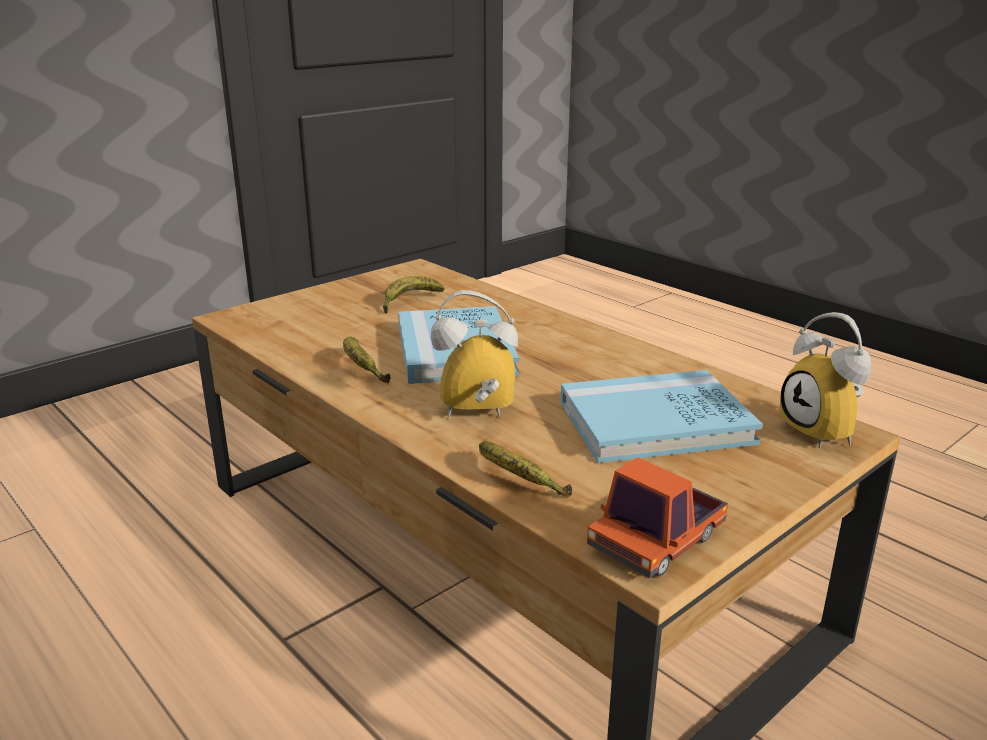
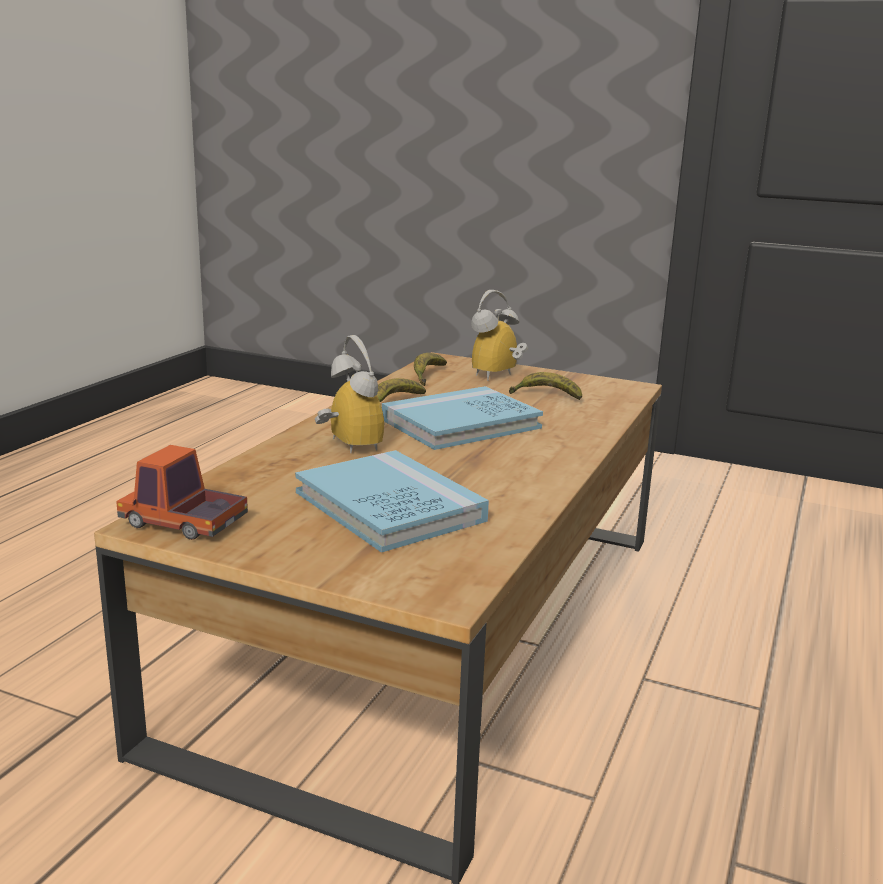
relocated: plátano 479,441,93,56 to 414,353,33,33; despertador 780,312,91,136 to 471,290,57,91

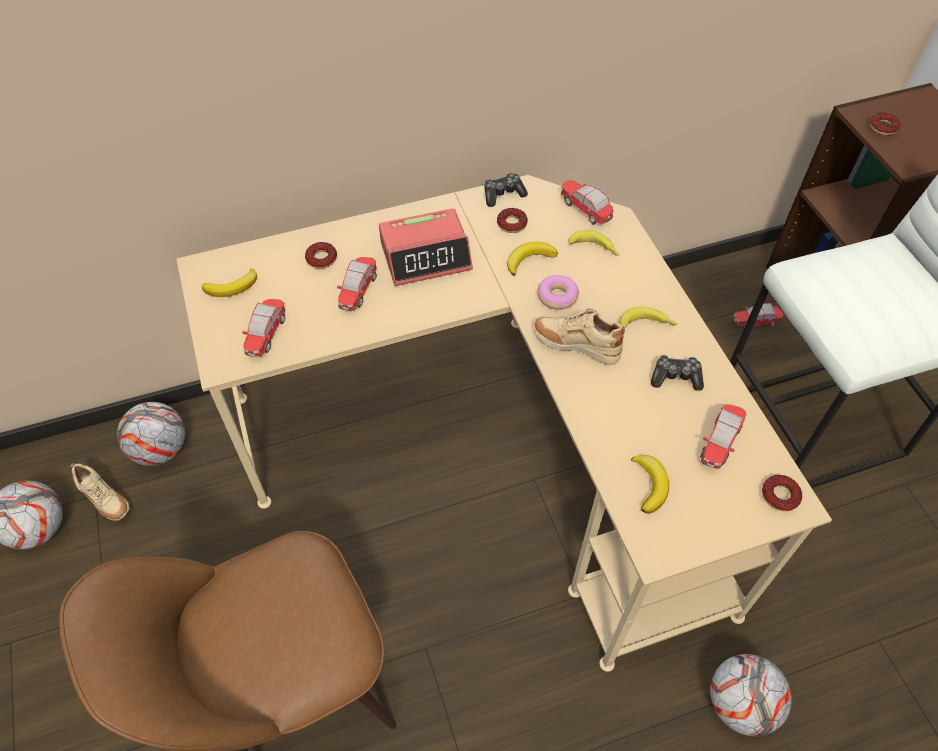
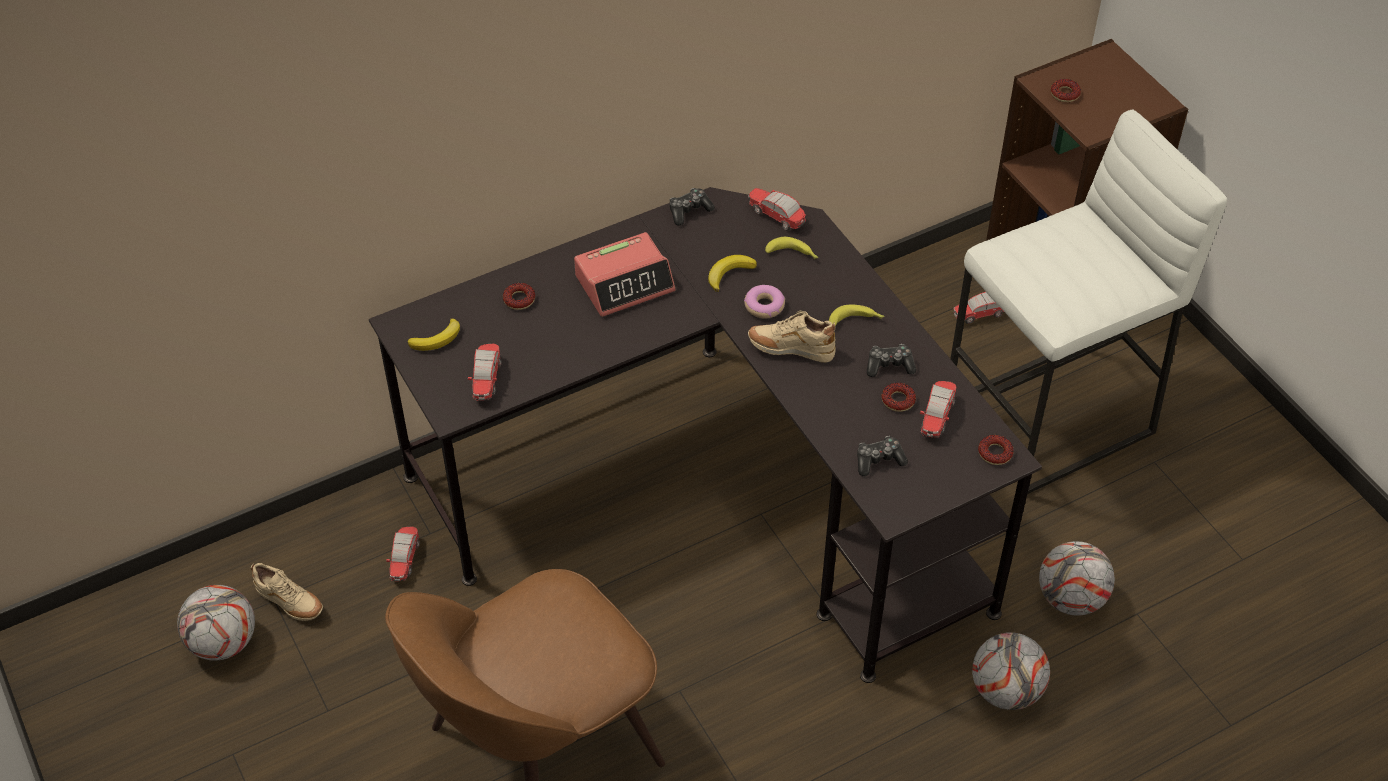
relocated: balón de fútbol 117,402,68,64 to 1039,541,76,75; coche de juguete 337,257,40,54 to 386,527,34,54; rosquilla 497,208,31,25 to 881,383,35,29
exchanged: plátano 631,455,38,59 to mando de consola 857,436,51,40
colour: escritorio (beis) 176,175,656,497 to escritorio (negro) 369,187,673,496

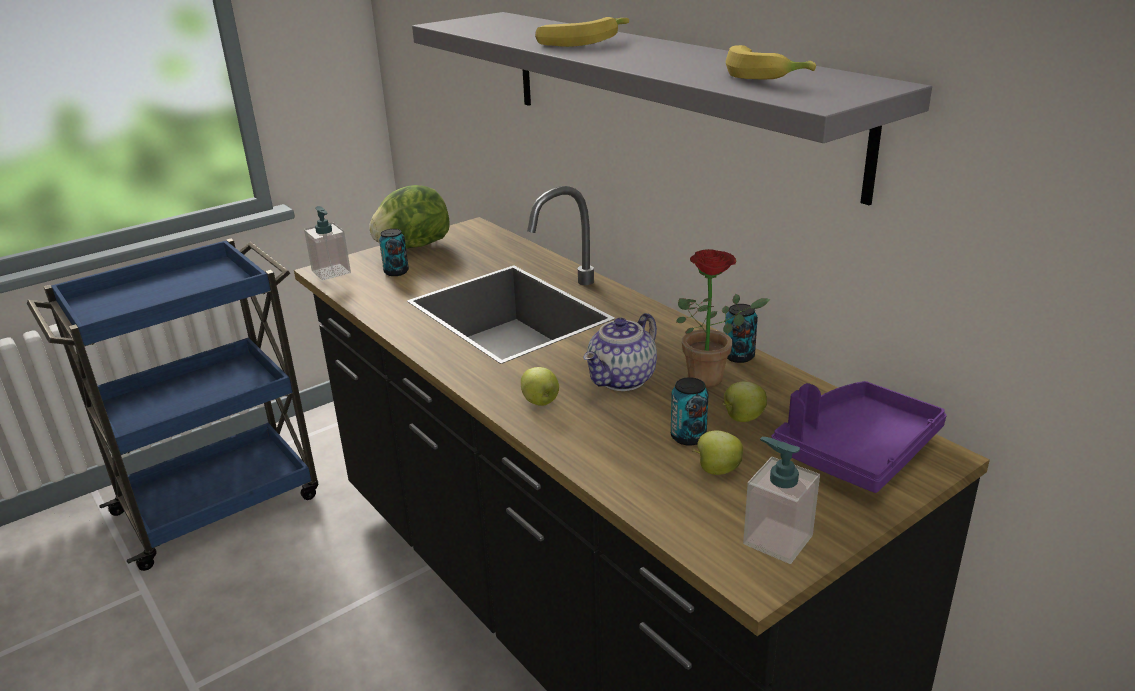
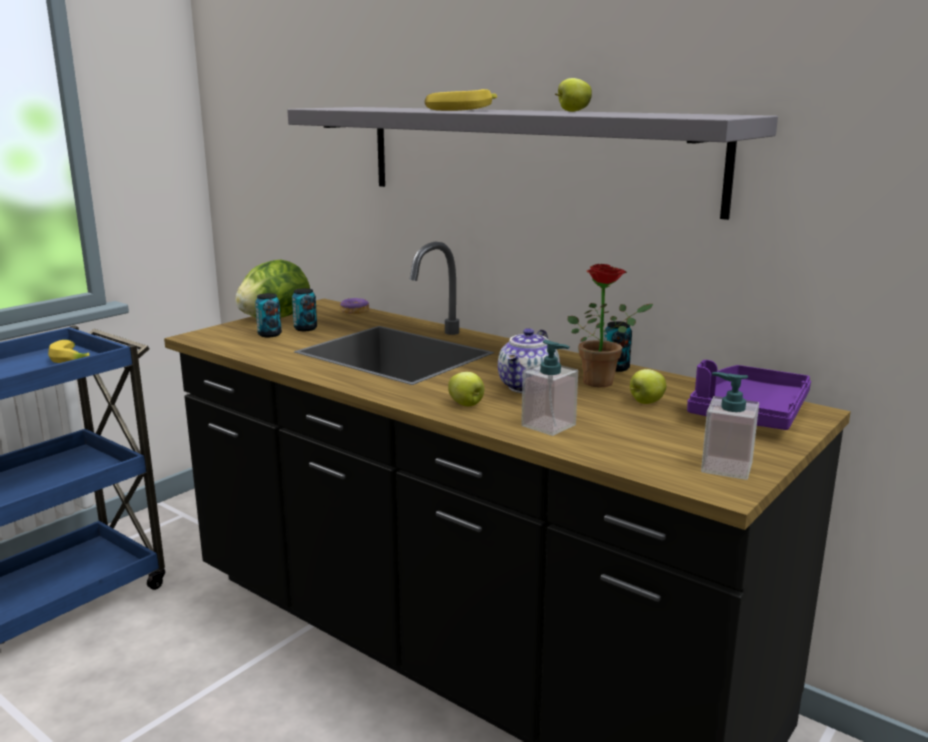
appeared: rosquilla 340,298,29,16
relocated: dispensador de jabón 304,206,47,74 to 521,340,57,96; lata 671,377,38,69 to 292,288,25,43; manzana 692,431,51,44 to 555,78,37,34; plátano 726,45,90,34 to 48,340,41,23

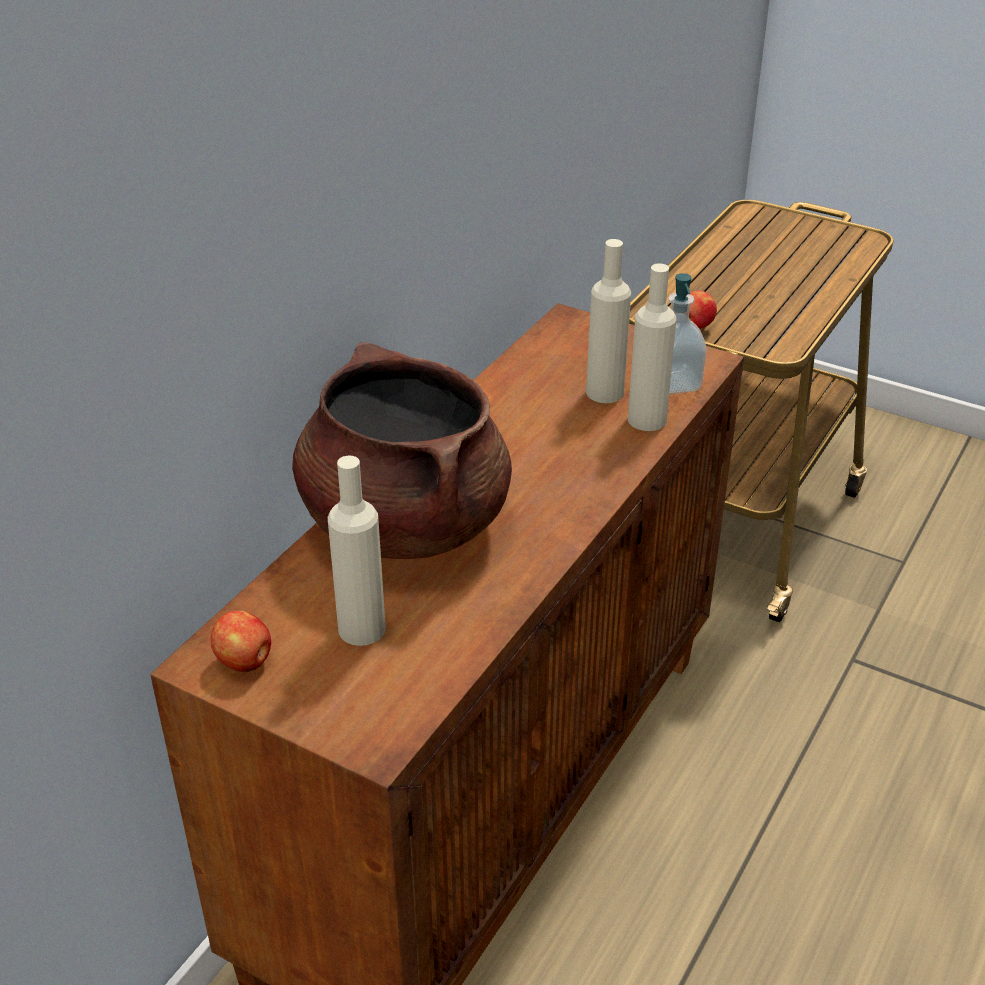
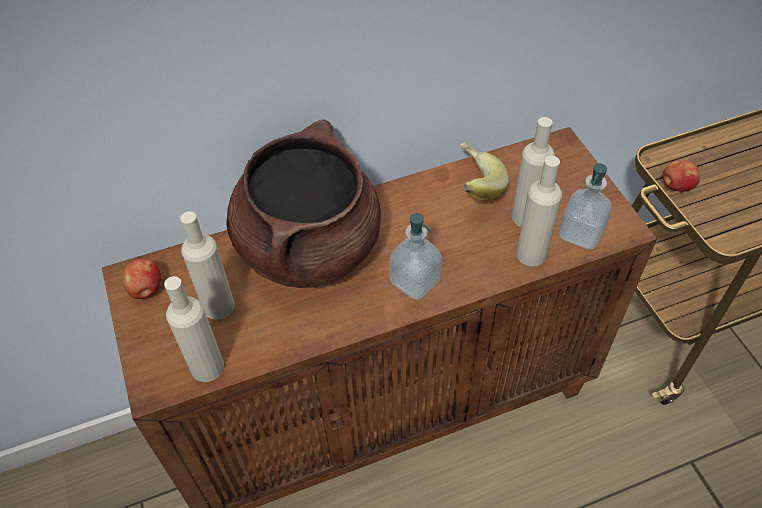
appeared: botella (beis) 164,276,60,106; dispensador de jabón 389,213,54,87; plátano 460,142,49,58

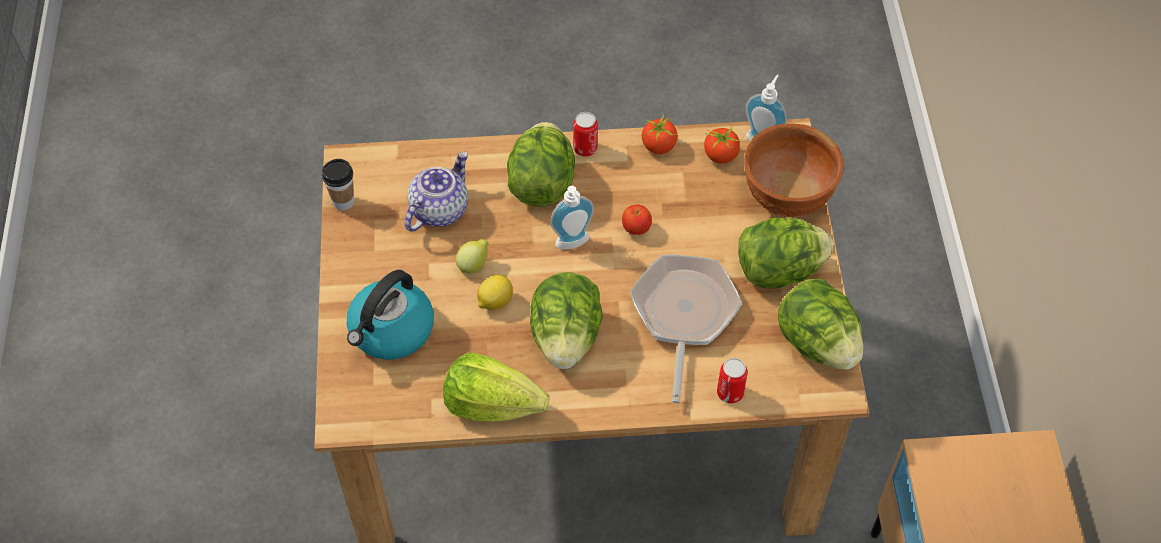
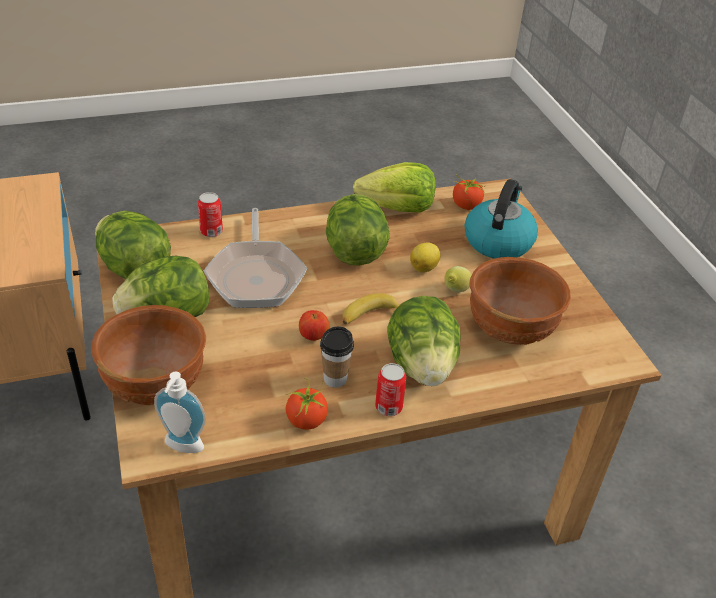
relocated: taza 322,159,32,51 to 320,327,34,61; tomate 704,125,39,39 to 453,174,32,36
exchanged: tetera 405,151,63,81 to cuenco (marrón) 470,257,101,88; dispensador de jabón 550,186,44,63 to plátano 343,293,56,31

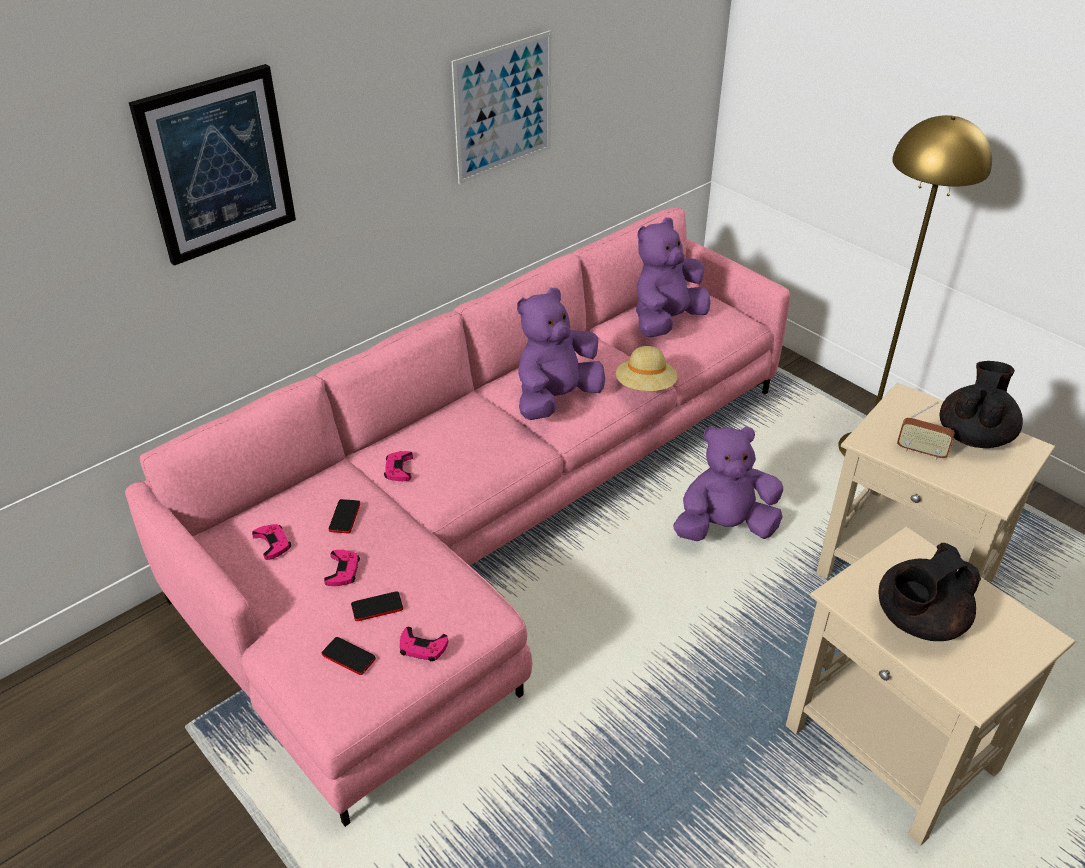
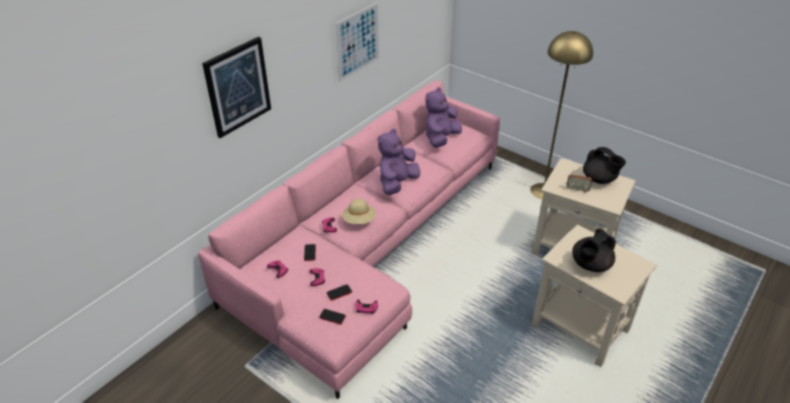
missing: peluche (morado) 673,426,110,115
relocated: sombrero (beis) 616,346,61,45 to 342,199,34,25
spun: tetera (negro) 939,361,84,87 = 583,147,43,37 120 degrees clockwise

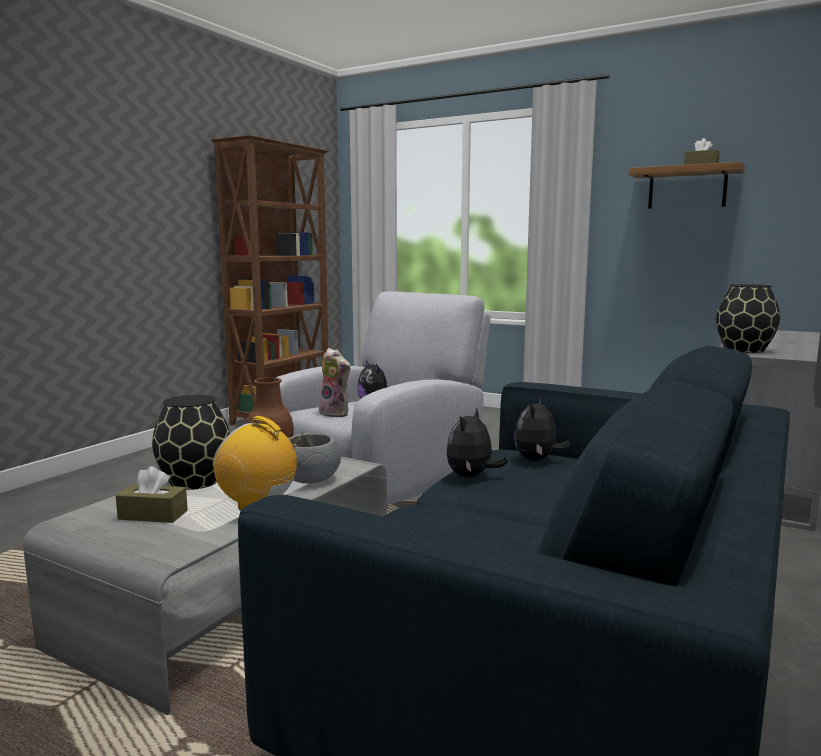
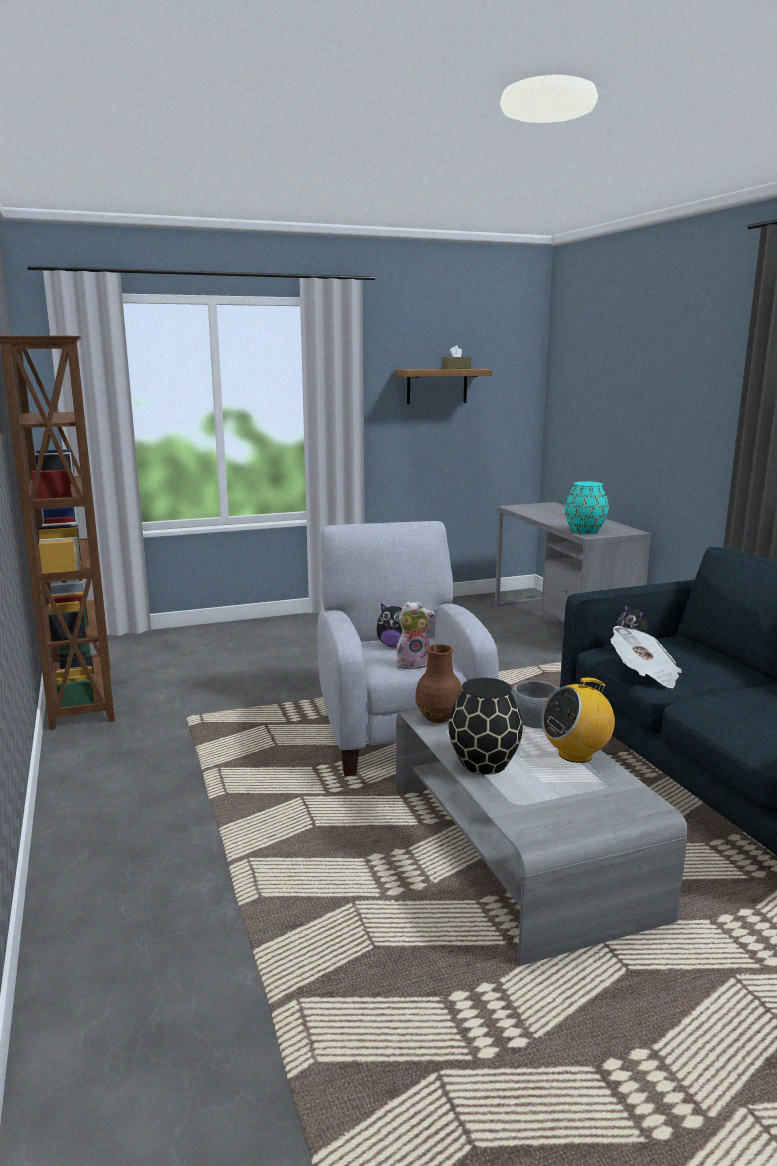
missing: caja de pañuelos (marrón) 116,466,72,57
exchanged: peluche 446,407,62,71 to periódico 610,626,72,62
colour: florero (negro) 716,284,64,69 to florero (turquesa) 565,481,44,53

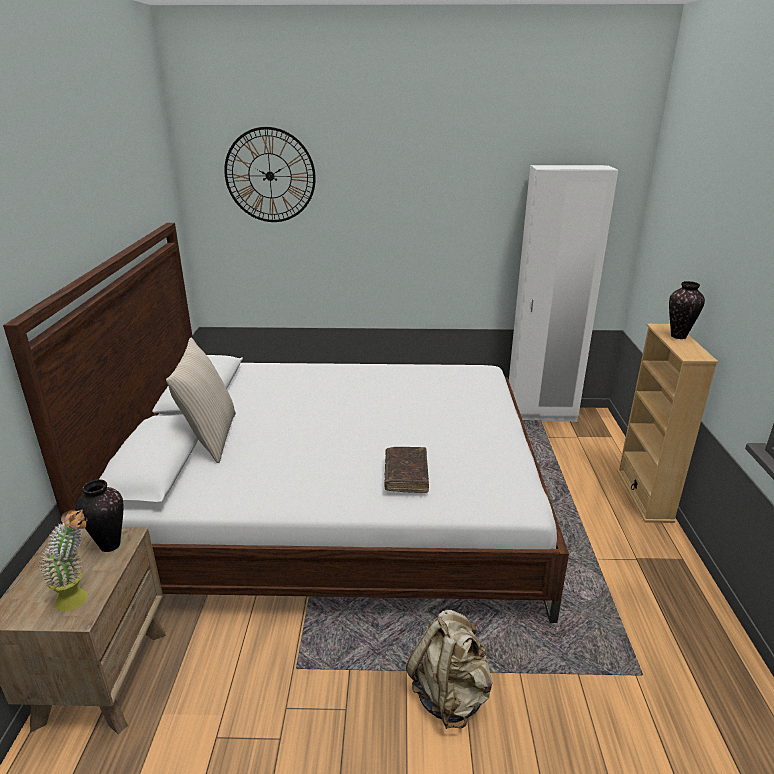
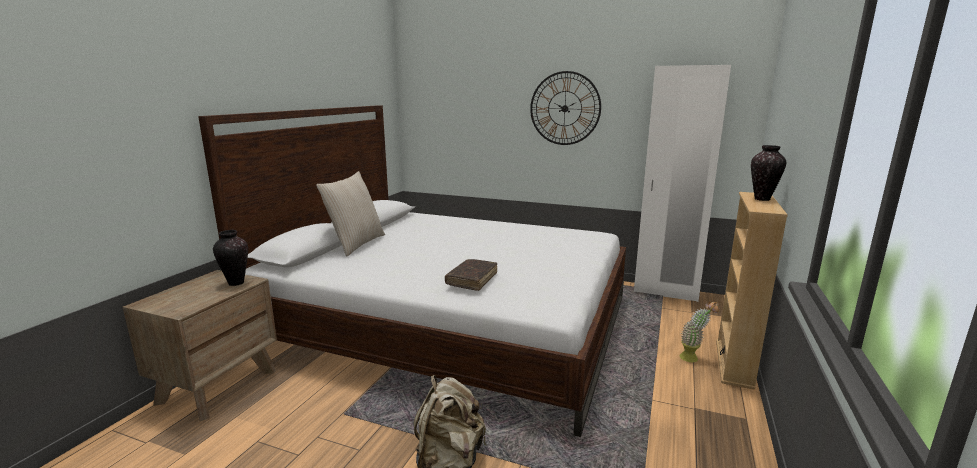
relocated: planta en maceta 39,509,49,103 to 680,301,39,61; reloj de pared 224,127,92,95 to 530,71,71,74

